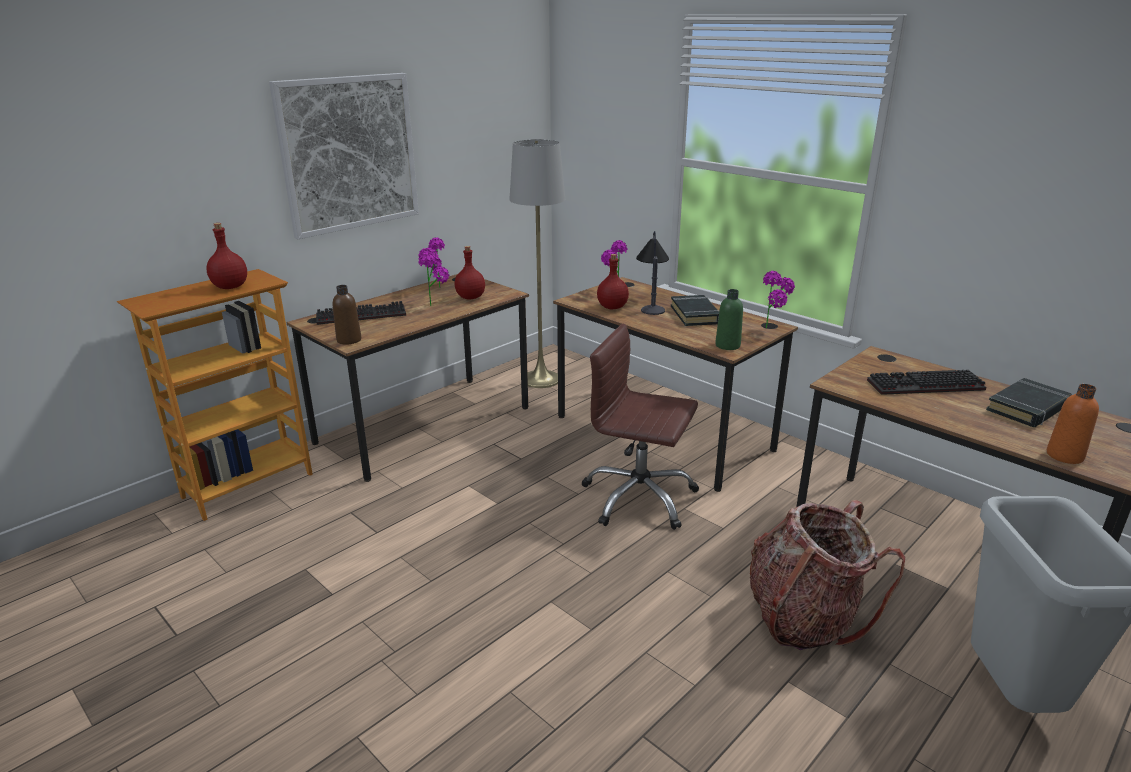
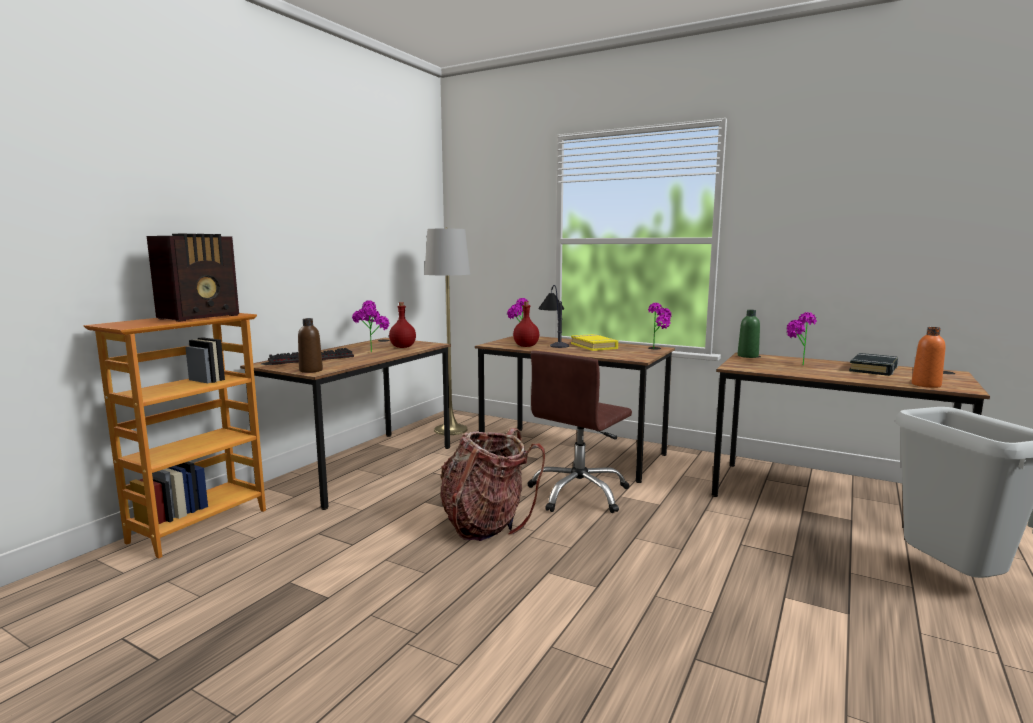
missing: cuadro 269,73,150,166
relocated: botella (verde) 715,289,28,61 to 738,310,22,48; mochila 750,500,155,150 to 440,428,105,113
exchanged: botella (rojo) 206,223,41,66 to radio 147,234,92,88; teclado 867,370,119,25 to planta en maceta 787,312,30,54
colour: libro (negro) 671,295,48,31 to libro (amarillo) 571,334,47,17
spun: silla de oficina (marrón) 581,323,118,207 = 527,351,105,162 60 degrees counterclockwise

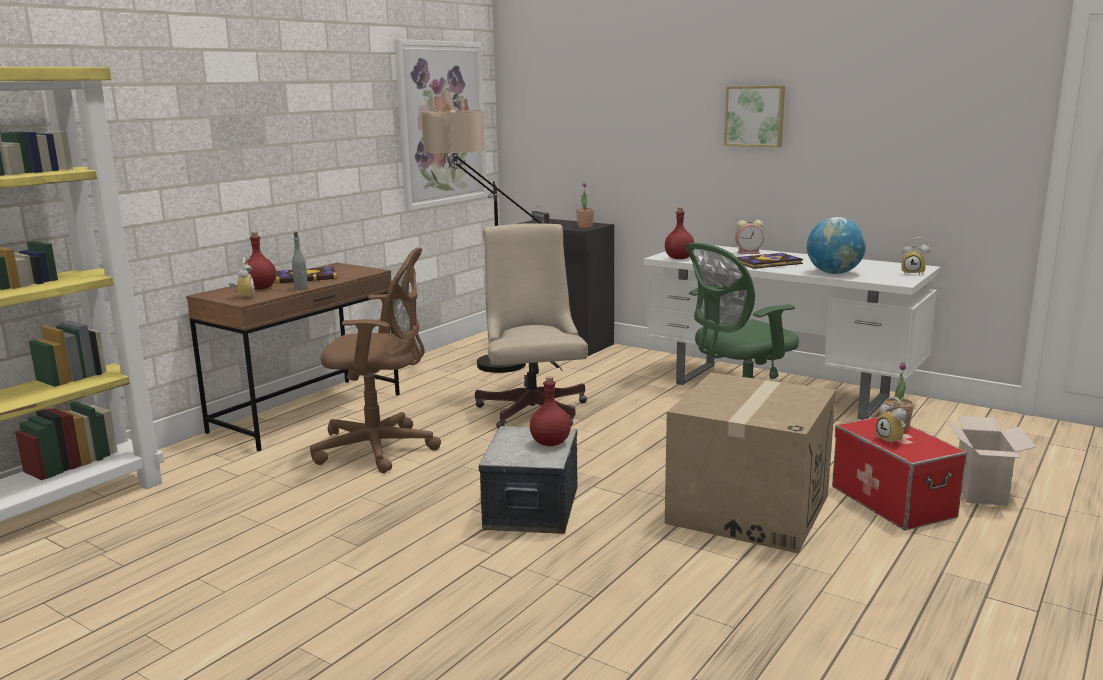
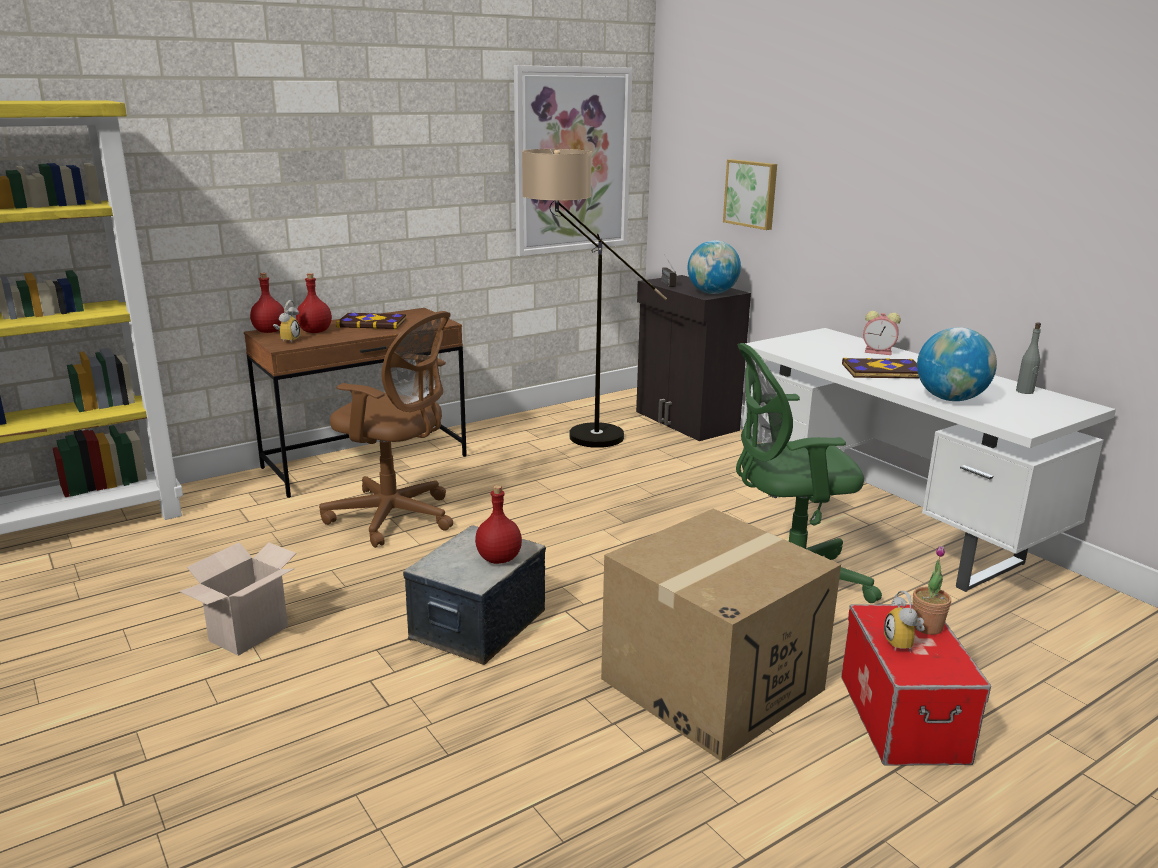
missing: silla de oficina (beis) 475,223,113,205; despertador 902,237,28,38
relocated: botella (gris) 292,232,16,58 to 1016,322,25,72; botella (rojo) 665,207,29,52 to 250,273,34,60; cuadro 724,86,61,61 to 723,159,54,71; caja de cartón 946,416,90,90 to 179,542,118,114
exchanged: planta en maceta 576,182,18,46 to globo terráqueo 688,240,53,54

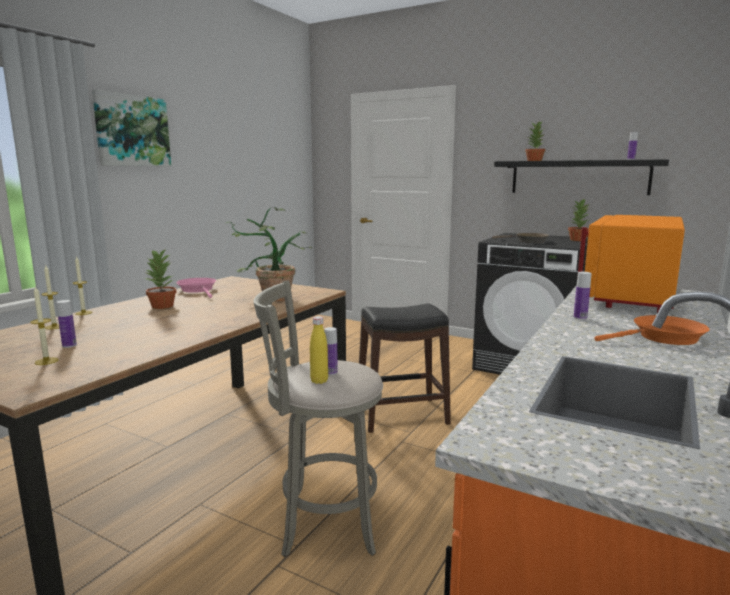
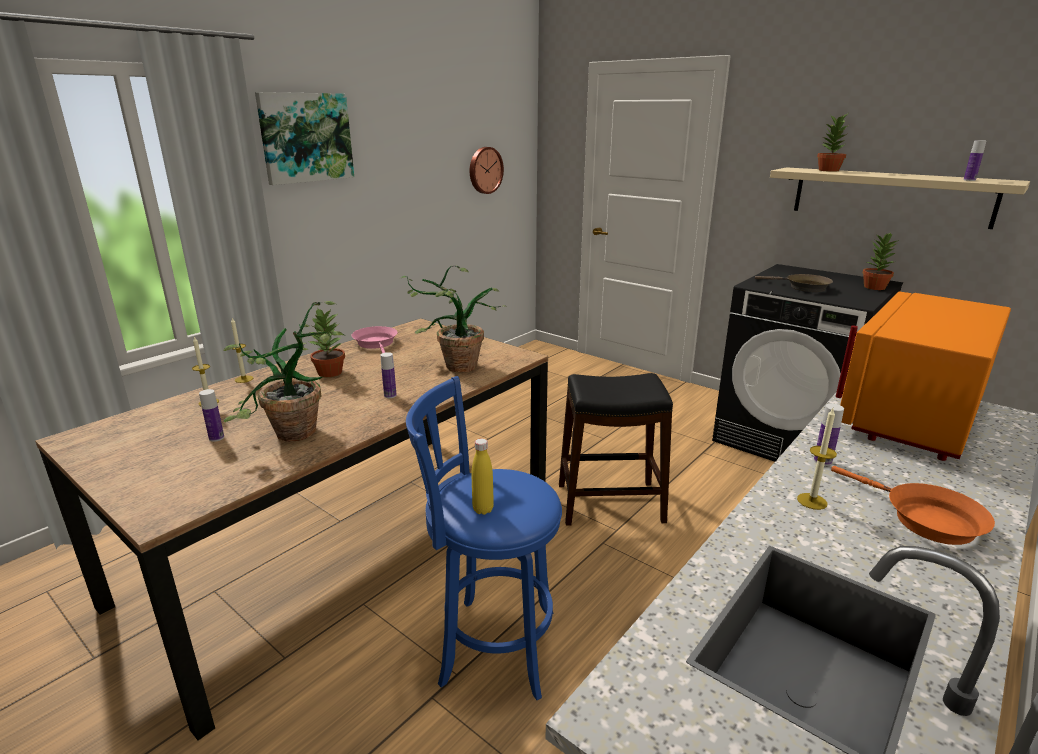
appeared: planta en maceta 223,301,121,141; reloj de pared 470,147,34,47
relocated: vela 30,286,29,79 to 797,408,40,102; botella 324,327,14,48 to 381,352,16,46
colour: taburete (gris) 253,280,130,277 to taburete (azul) 406,376,156,324; estante (negro) 494,159,175,36 to estante (beis) 770,167,260,62
spun: sartén (naranja) 594,315,116,30 = 831,466,164,79 60 degrees clockwise

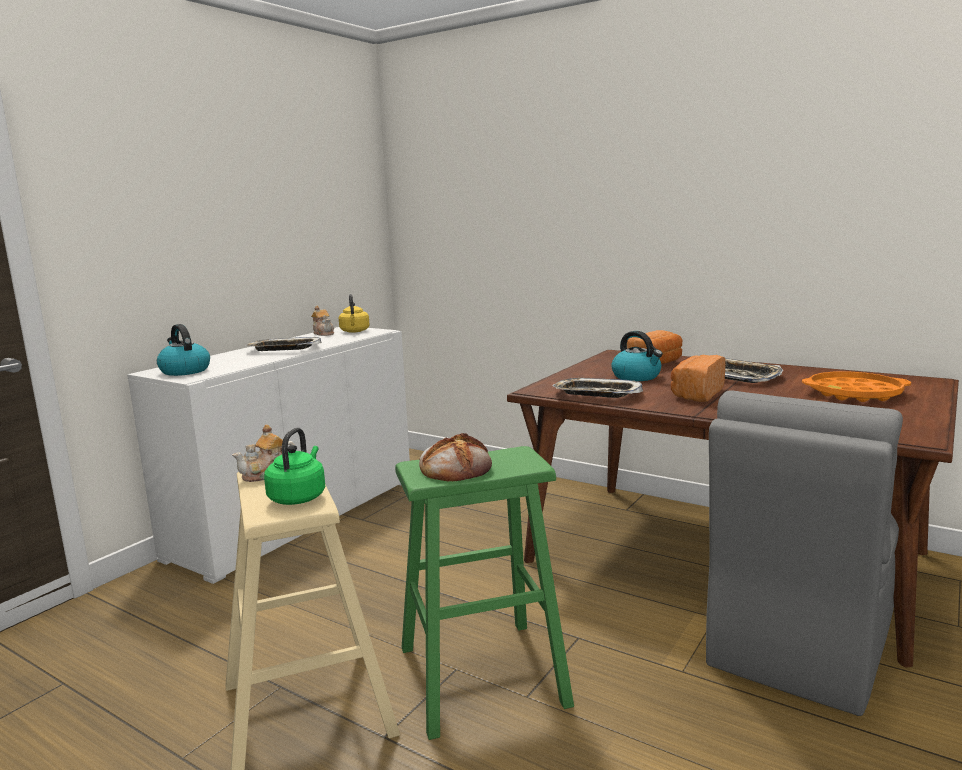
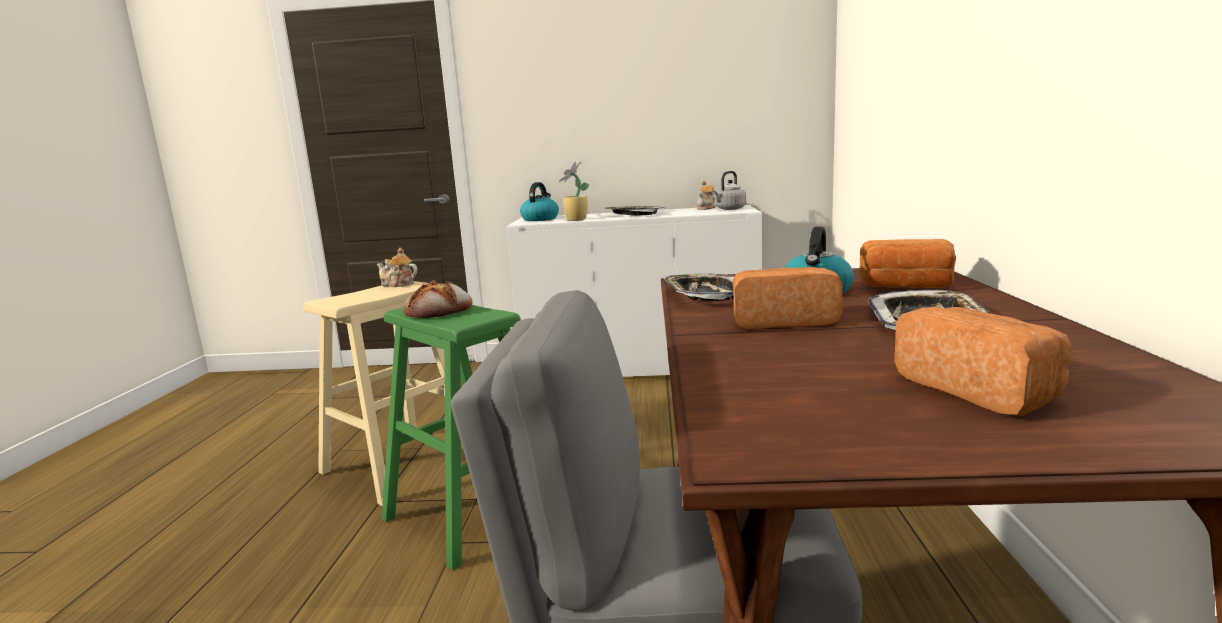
missing: hervidor (verde) 264,427,61,78
appeared: planta en maceta 559,162,30,59
exchanged: bandeja (naranja) 802,371,109,31 to pan 894,307,178,109
colour: hervidor (amarillo) 339,294,31,39 to hervidor (gris) 713,171,33,39

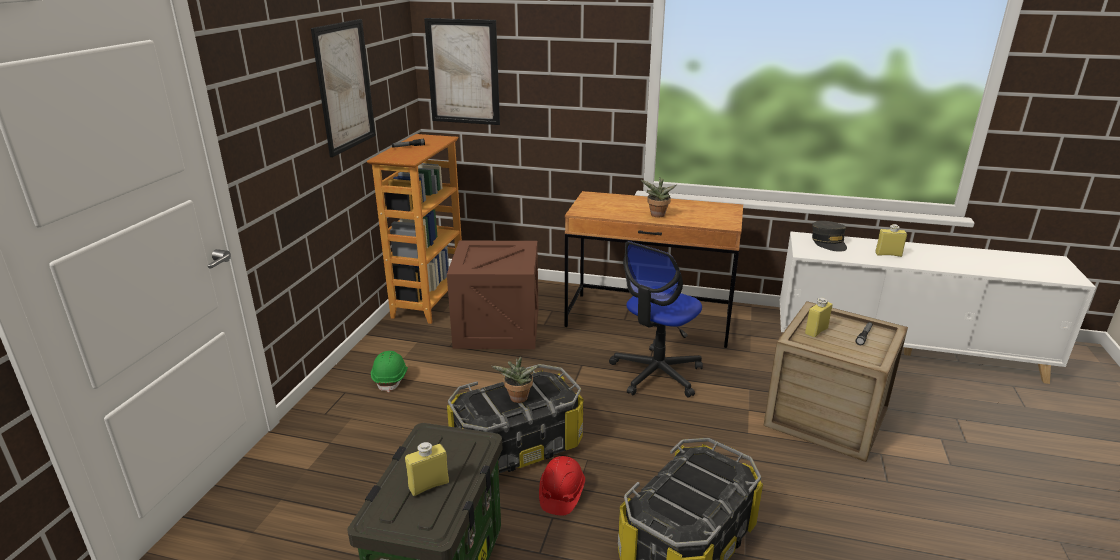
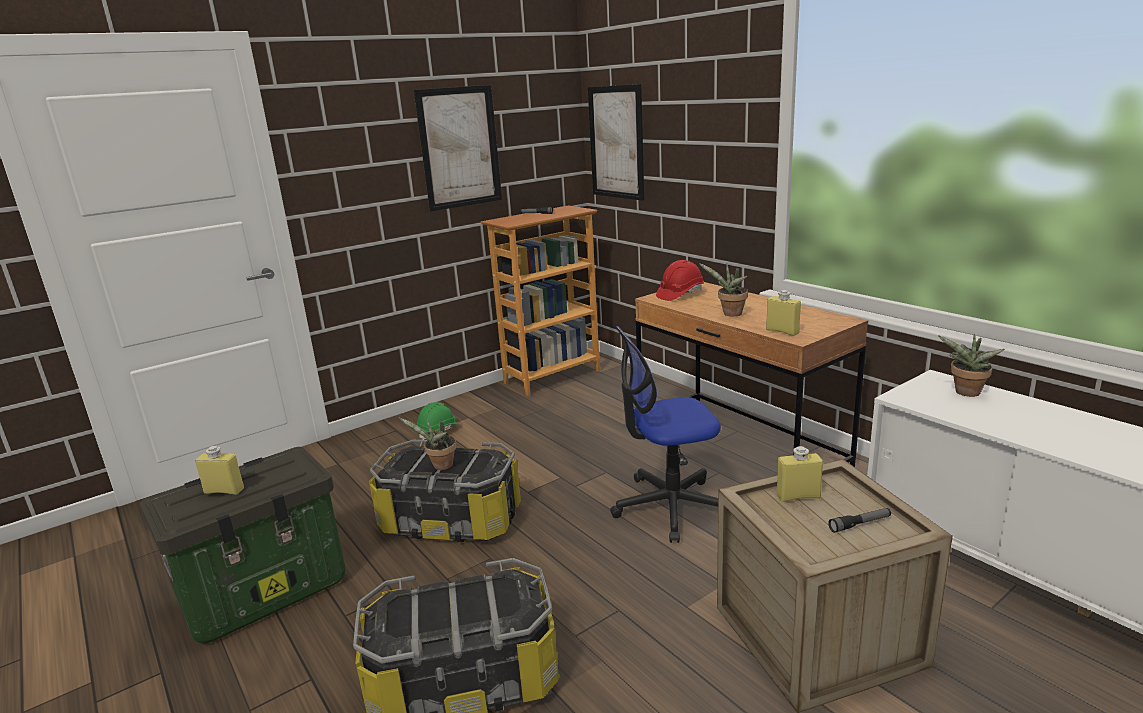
missing: caja de embalaje 447,240,91,109
relocated: casco (rojo) 539,456,46,60 to 656,260,48,41; botella (amarillo) 875,224,32,33 to 766,290,35,46
exchanged: gorra (gris) 812,221,35,31 to planta en maceta 939,334,66,63

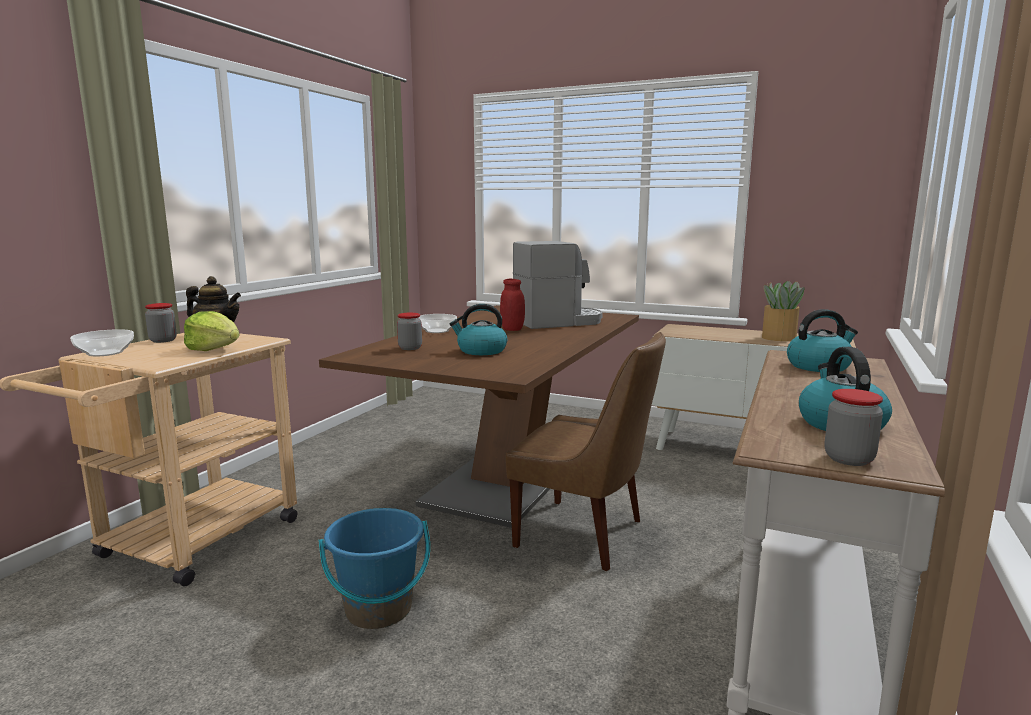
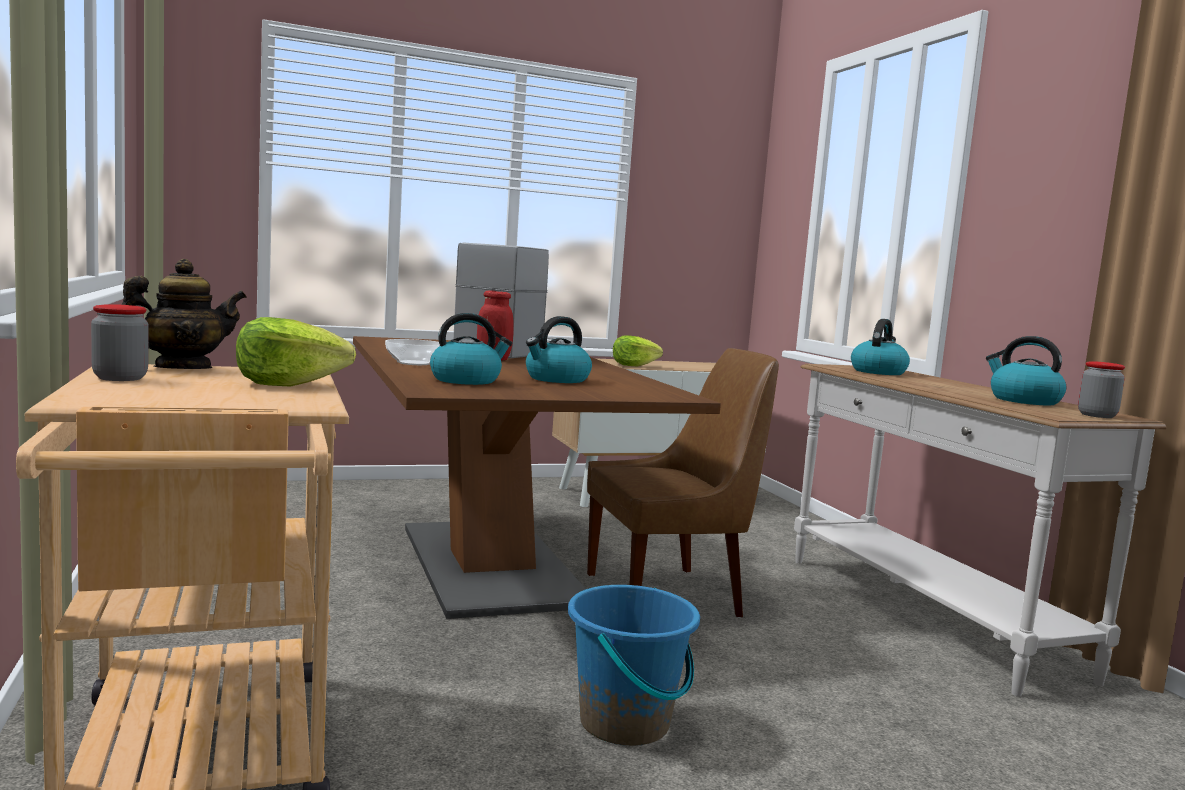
missing: cuenco 70,329,64,27; planta en maceta 762,280,43,61
appeared: lechuga 613,336,50,30
exchanged: tarro 397,313,25,37 to hervidor 430,313,82,72

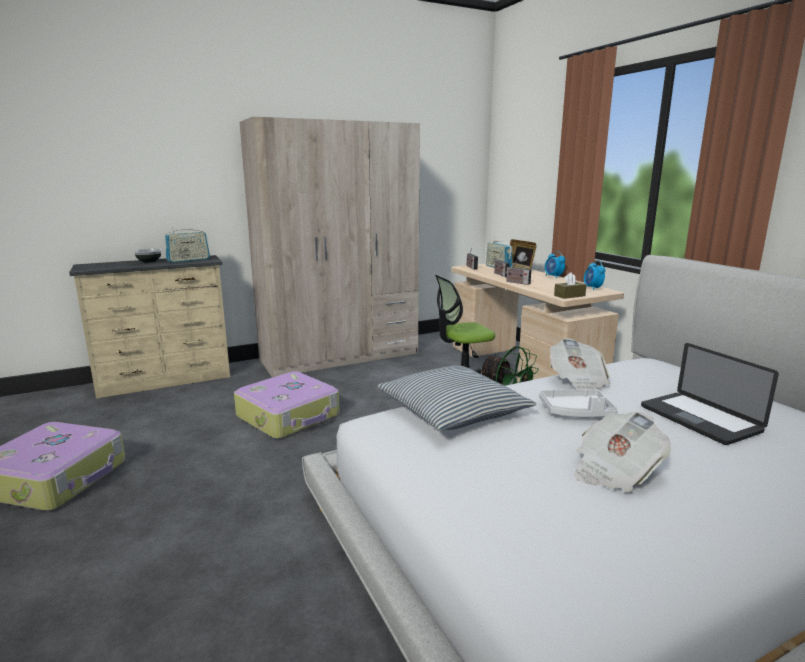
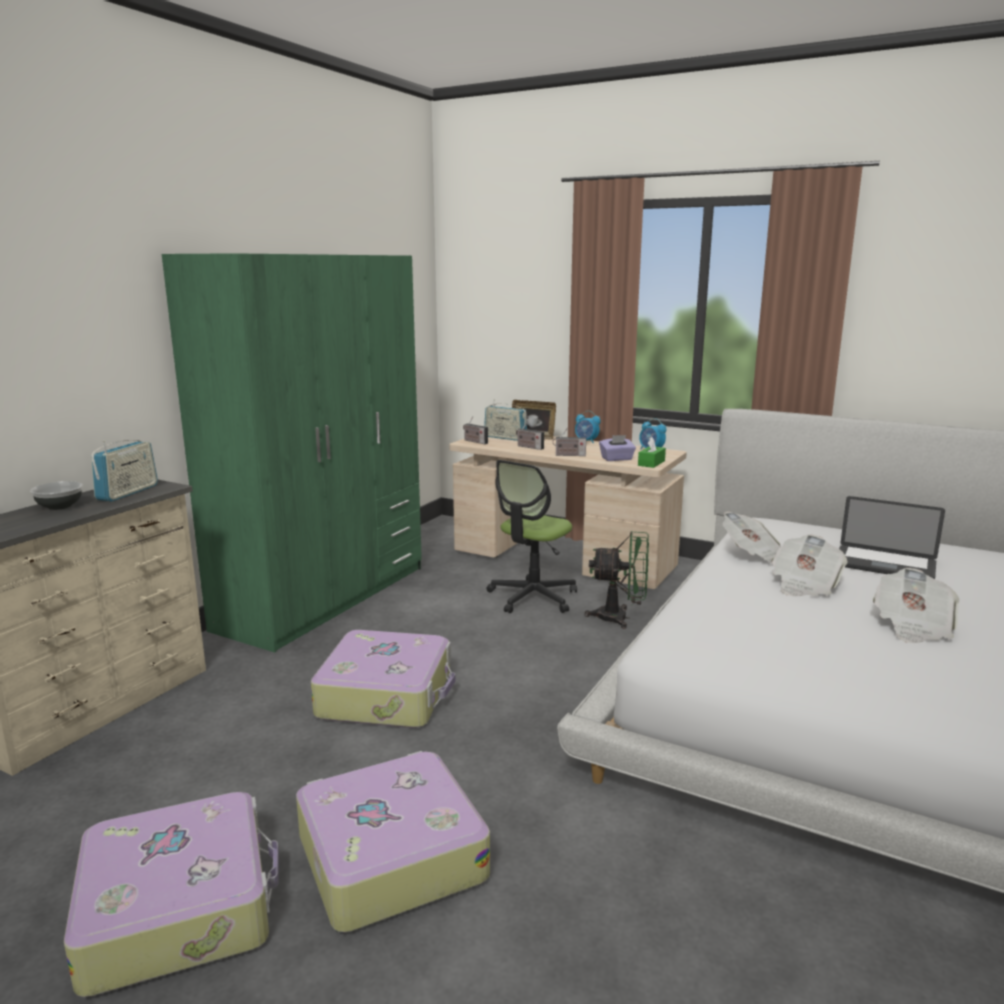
missing: cojín 377,365,159,66
appeared: maleta 296,751,194,182; caja de pañuelos (morado) 599,435,37,26
exchanged: bandeja (blanco) 539,389,79,28 to periódico 771,535,77,61
colour: armario ropero (beis) 240,117,180,261 to armario ropero (verde) 162,253,260,400; caja de pañuelos (marrón) 554,272,33,27 to caja de pañuelos (verde) 638,437,28,31

